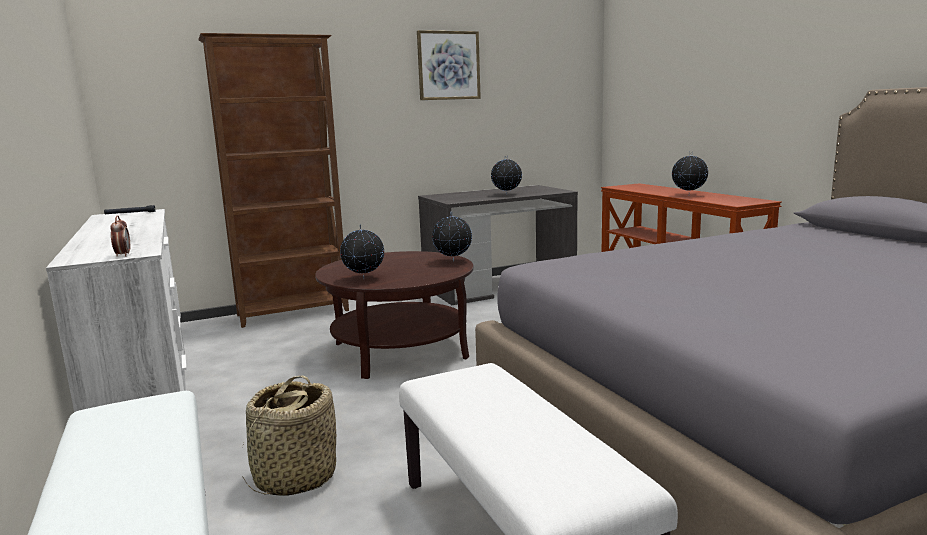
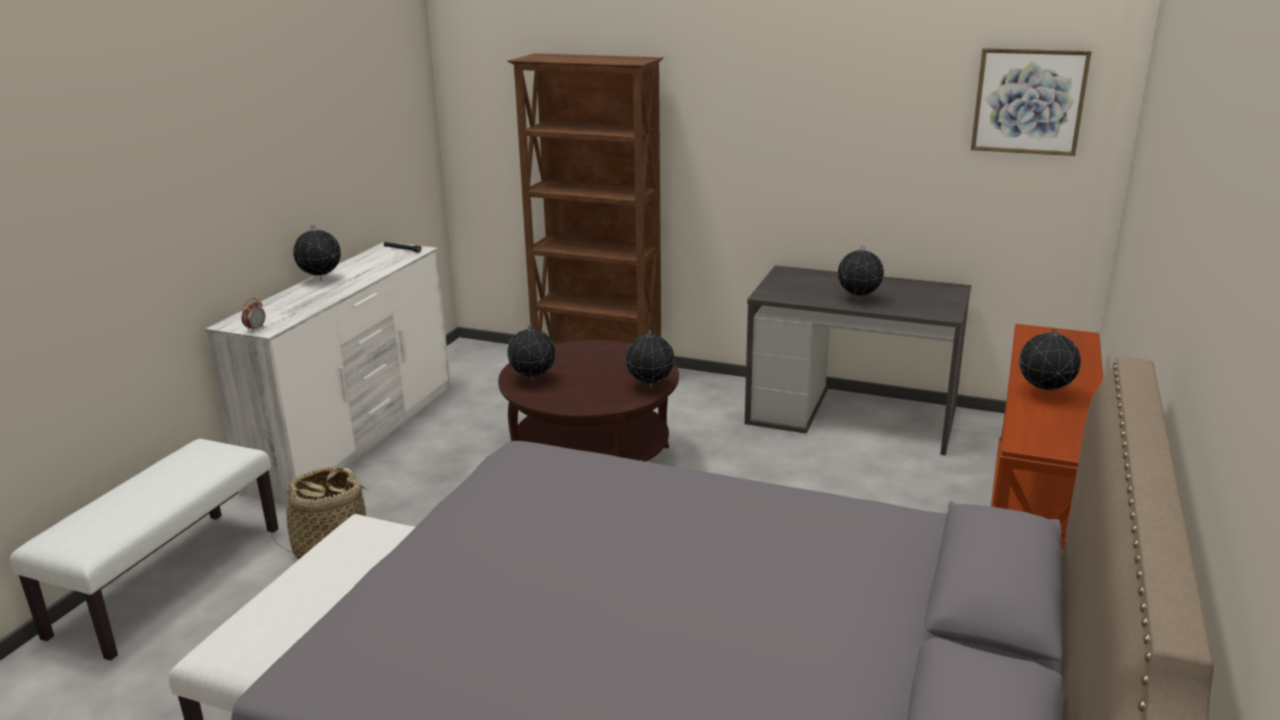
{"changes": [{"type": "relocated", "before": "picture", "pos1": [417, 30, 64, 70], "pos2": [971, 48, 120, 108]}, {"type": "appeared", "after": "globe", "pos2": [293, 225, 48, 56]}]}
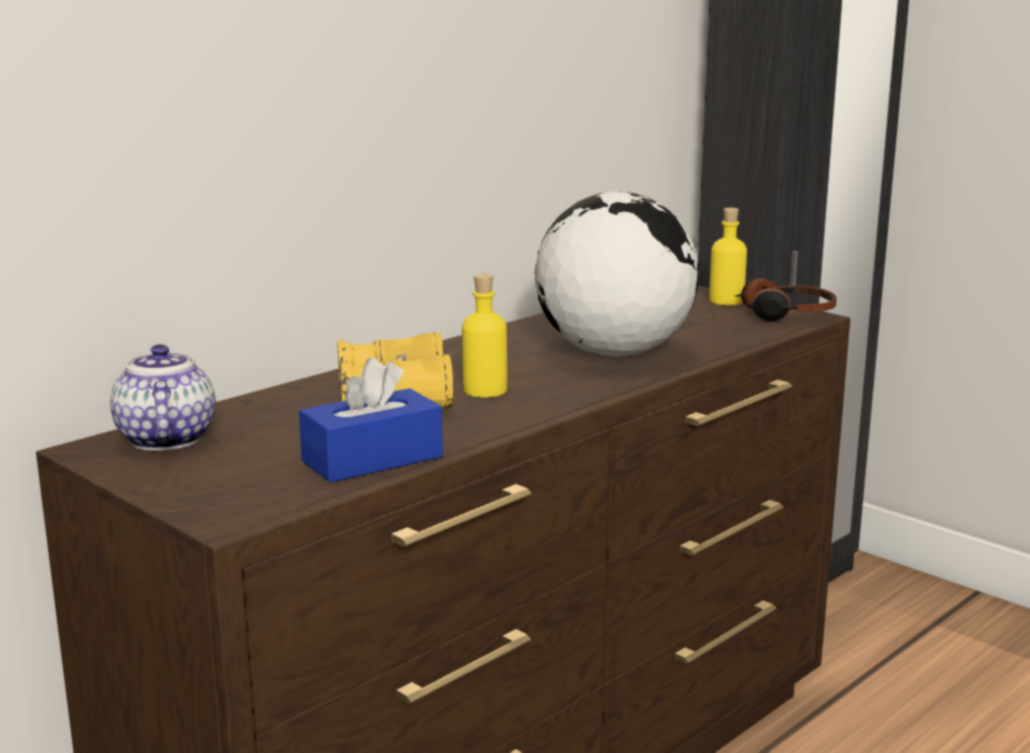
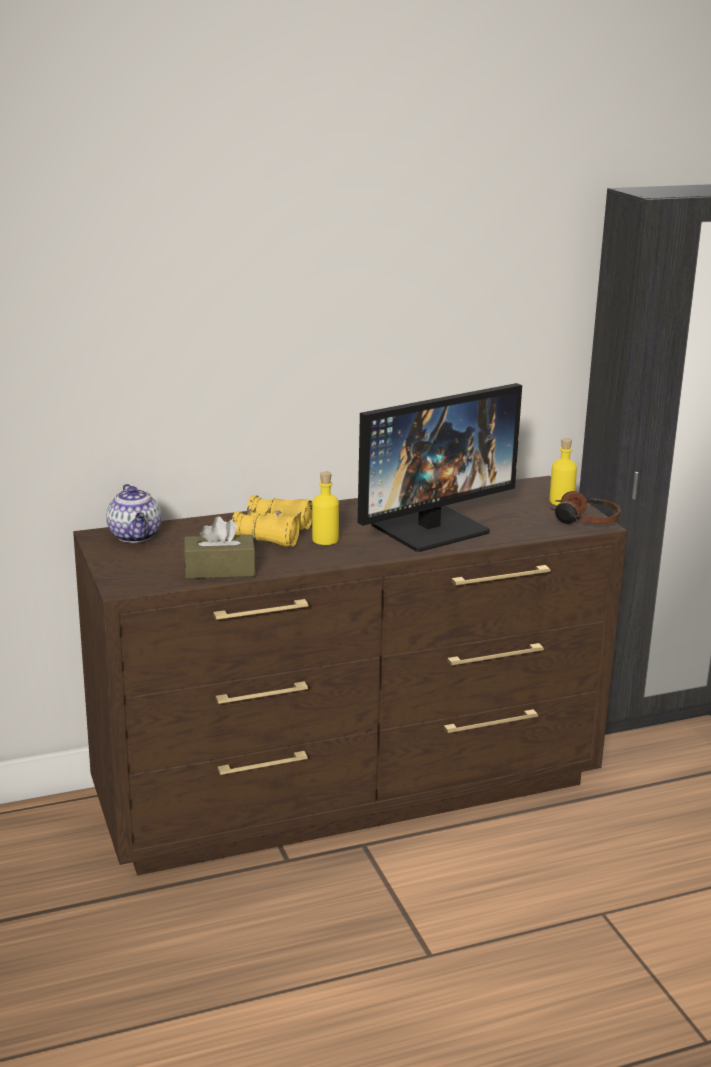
{"changes": [{"type": "exchanged", "before": "globe", "after": "monitor", "pos1": [535, 192, 164, 165], "pos2": [358, 383, 164, 169]}, {"type": "spun", "before": "teapot", "pos1": [110, 344, 106, 106], "pos2": [106, 484, 56, 59], "turn": 150}, {"type": "colour", "before": "blue tissue box", "after": "brown tissue box", "pos1": [299, 357, 144, 126], "pos2": [184, 516, 72, 63]}]}
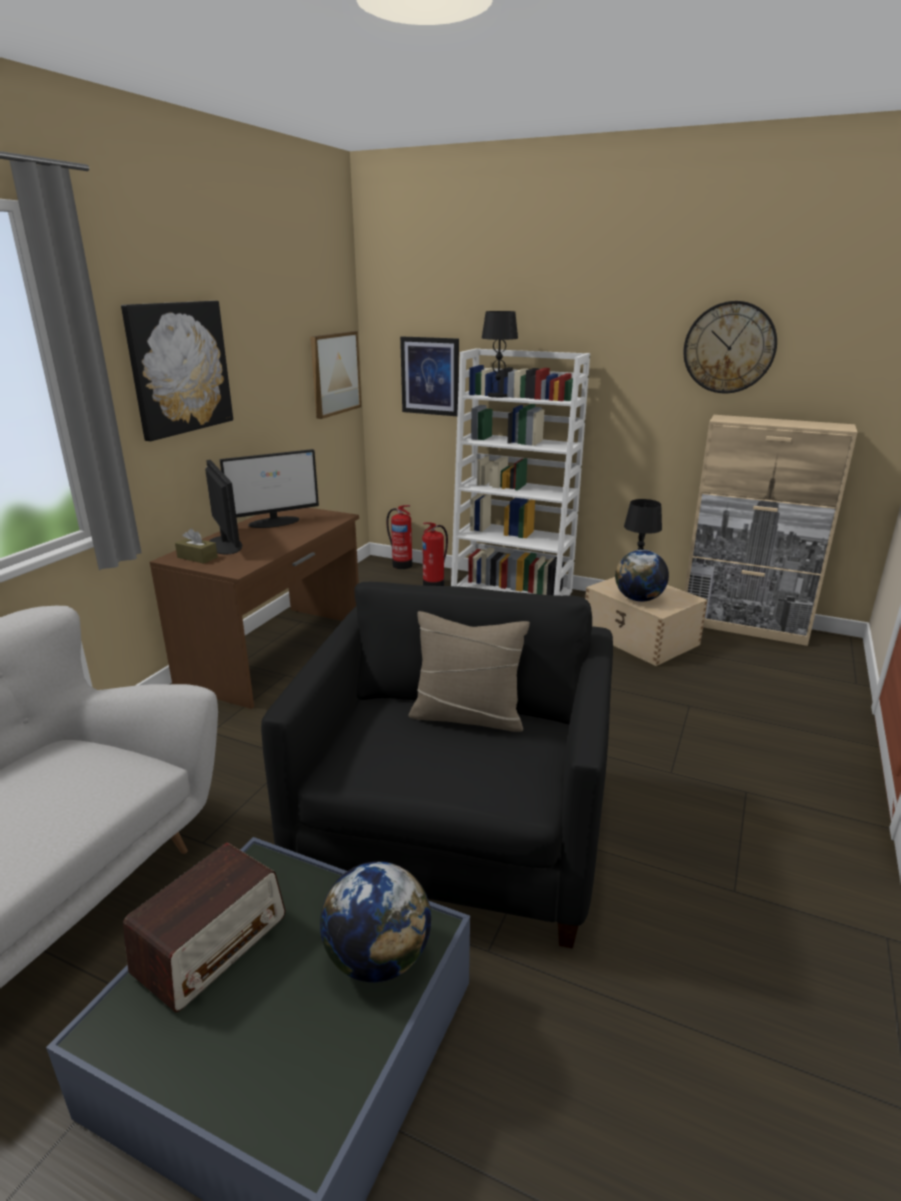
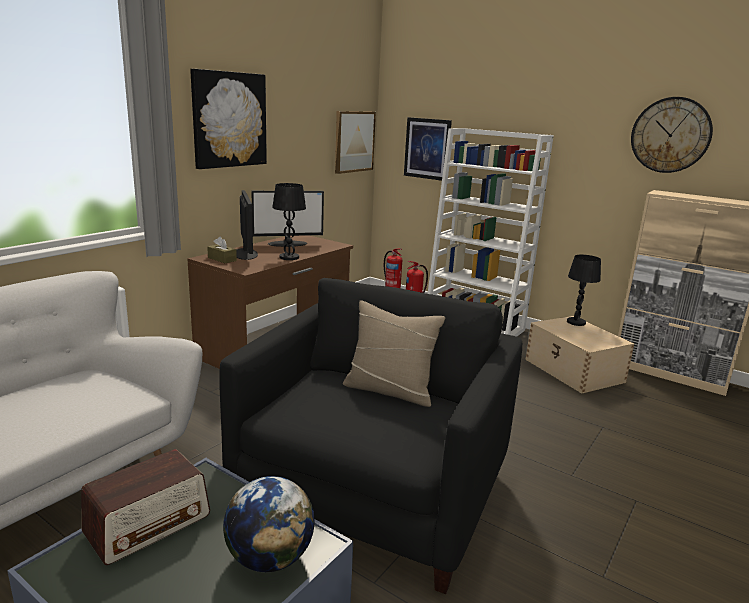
{"changes": [{"type": "relocated", "before": "black table lamp", "pos1": [482, 311, 36, 87], "pos2": [272, 183, 34, 77]}, {"type": "missing", "before": "globe", "pos1": [615, 550, 54, 52]}]}
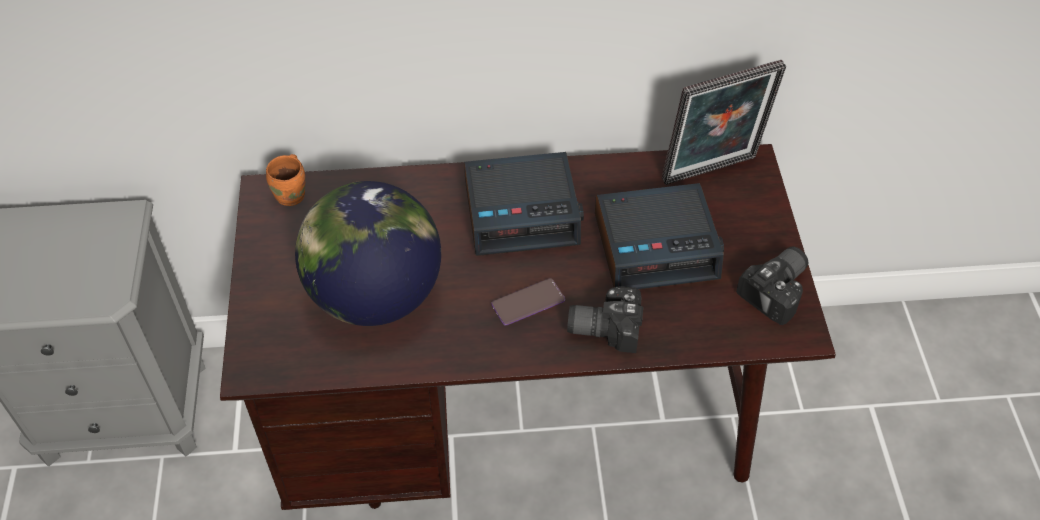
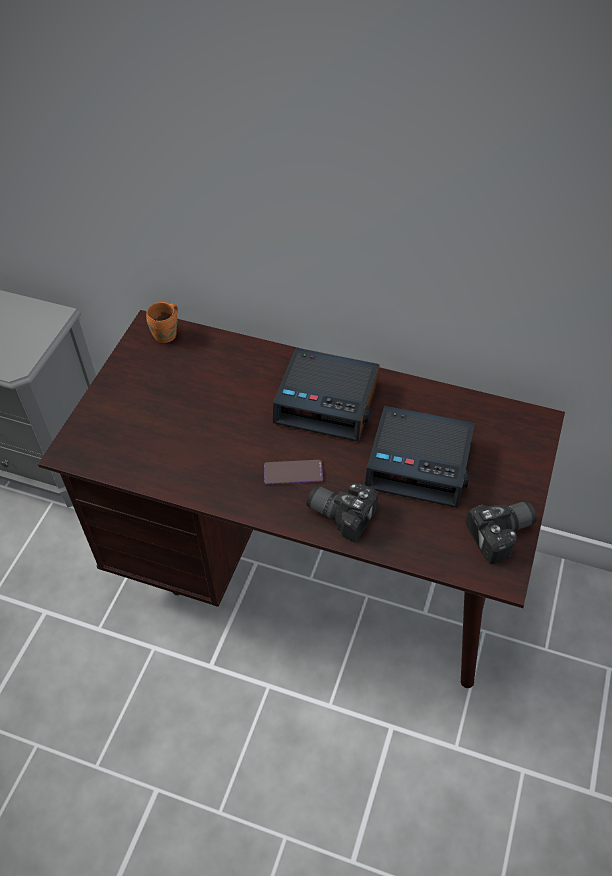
{"changes": [{"type": "missing", "before": "picture frame", "pos1": [662, 60, 124, 125]}, {"type": "missing", "before": "globe", "pos1": [295, 181, 146, 145]}]}
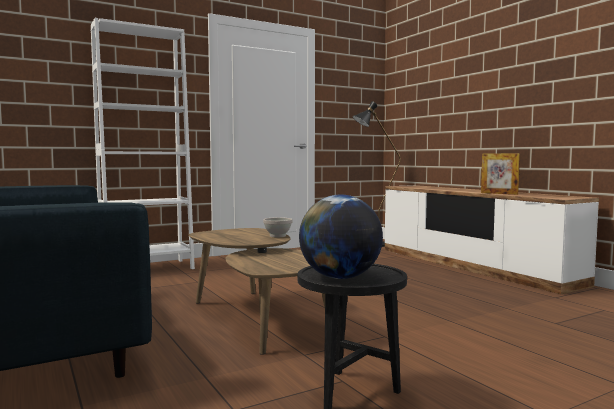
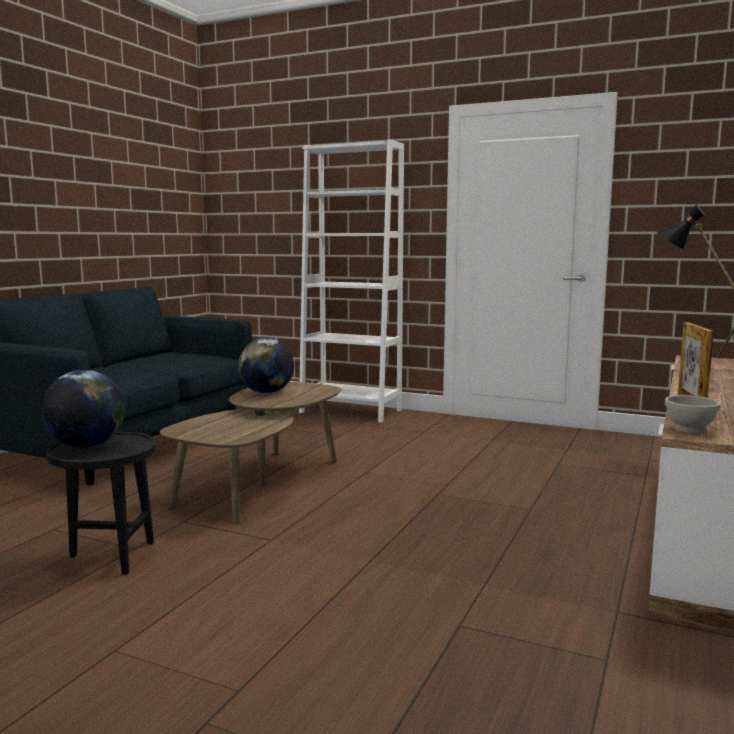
{"changes": [{"type": "relocated", "before": "white bowl", "pos1": [263, 217, 29, 20], "pos2": [665, 395, 56, 38]}, {"type": "appeared", "after": "globe", "pos2": [238, 337, 56, 56]}]}
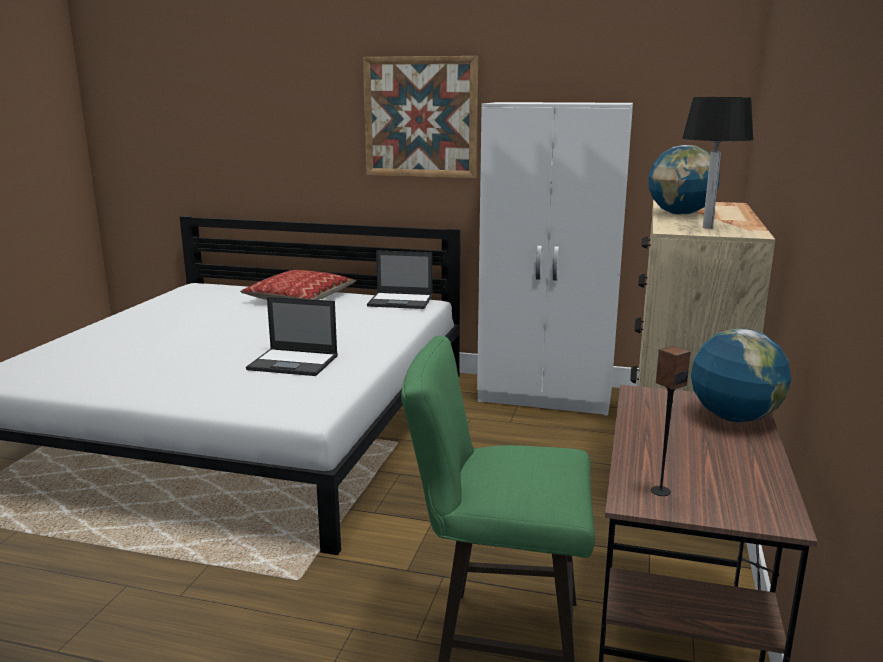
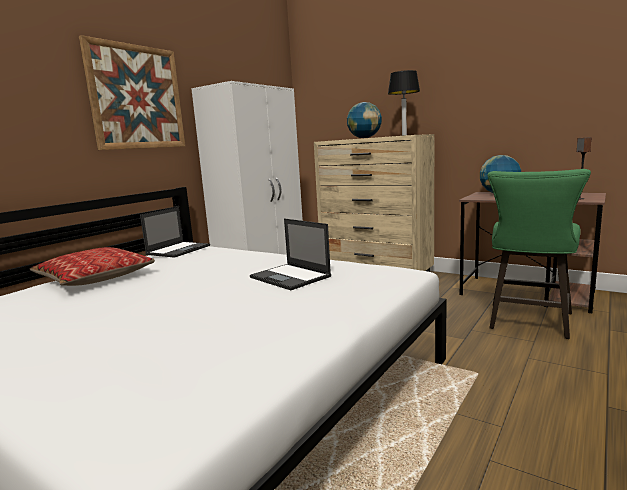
{"changes": [{"type": "spun", "before": "laptop", "pos1": [246, 297, 92, 79], "pos2": [250, 218, 81, 72], "turn": 105}]}
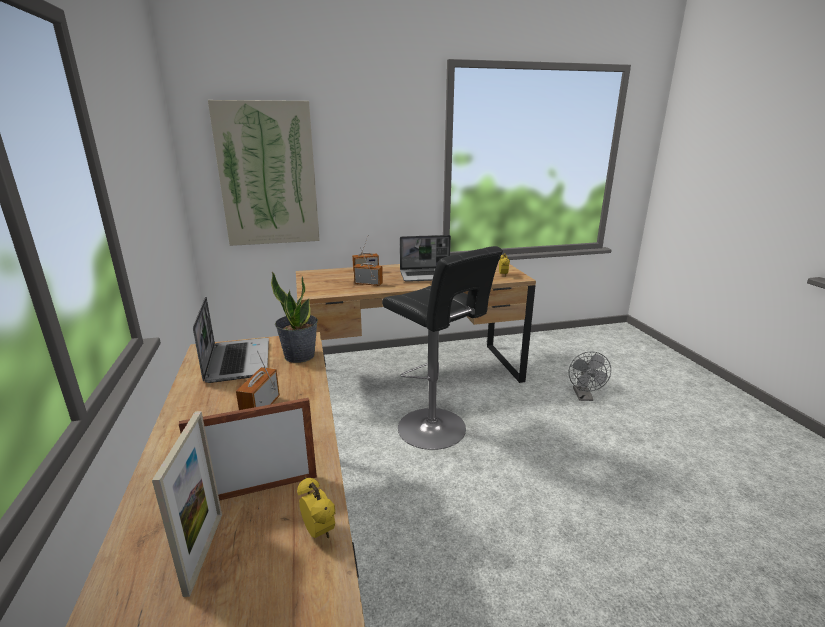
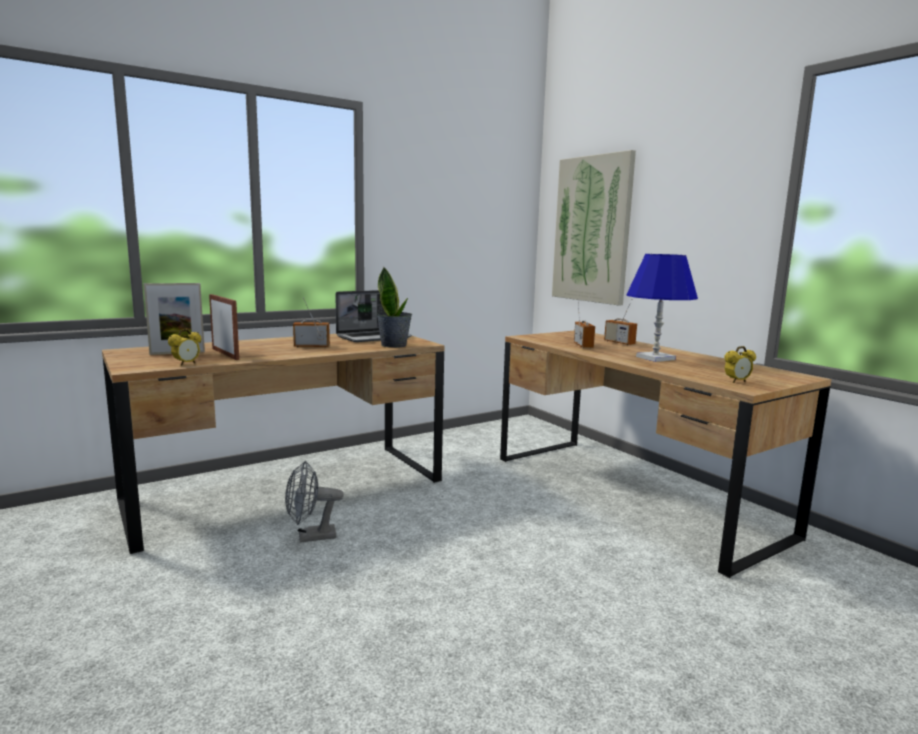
{"changes": [{"type": "exchanged", "before": "laptop", "after": "blue table lamp", "pos1": [400, 235, 51, 47], "pos2": [626, 254, 72, 108]}, {"type": "missing", "before": "black stool", "pos1": [382, 246, 121, 204]}, {"type": "relocated", "before": "grey fan", "pos1": [569, 351, 42, 50], "pos2": [285, 461, 59, 82]}]}
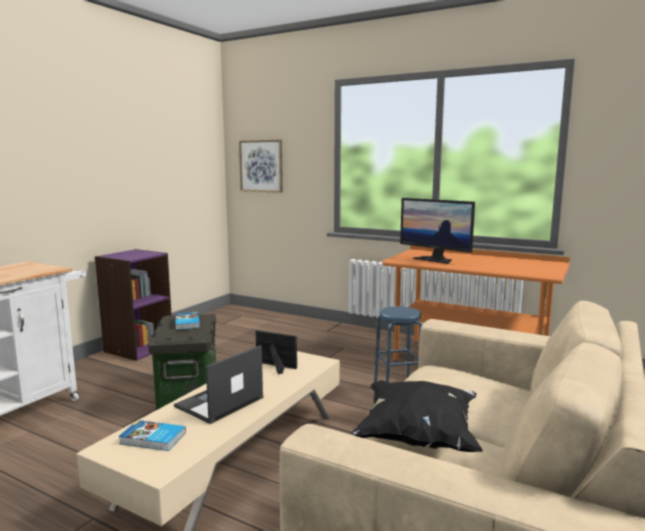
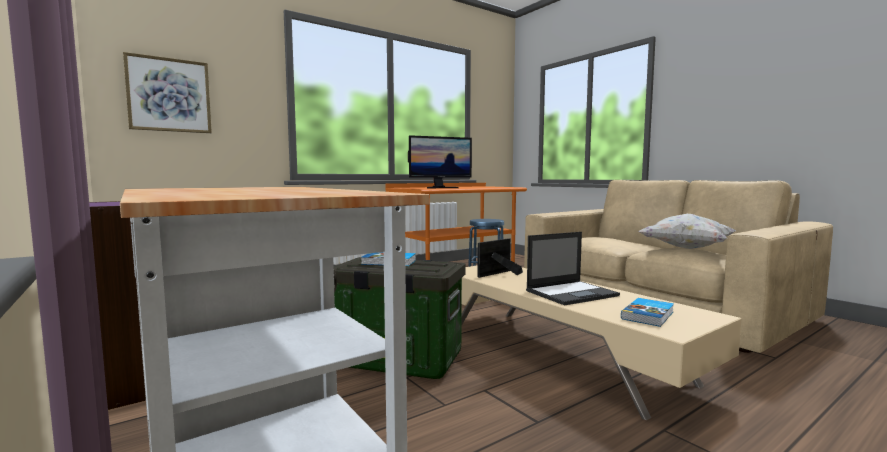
{"changes": [{"type": "spun", "before": "laptop", "pos1": [174, 345, 90, 79], "pos2": [526, 232, 94, 73], "turn": -90}, {"type": "colour", "before": "black pillow", "after": "white pillow", "pos1": [351, 380, 132, 72], "pos2": [638, 214, 98, 35]}]}
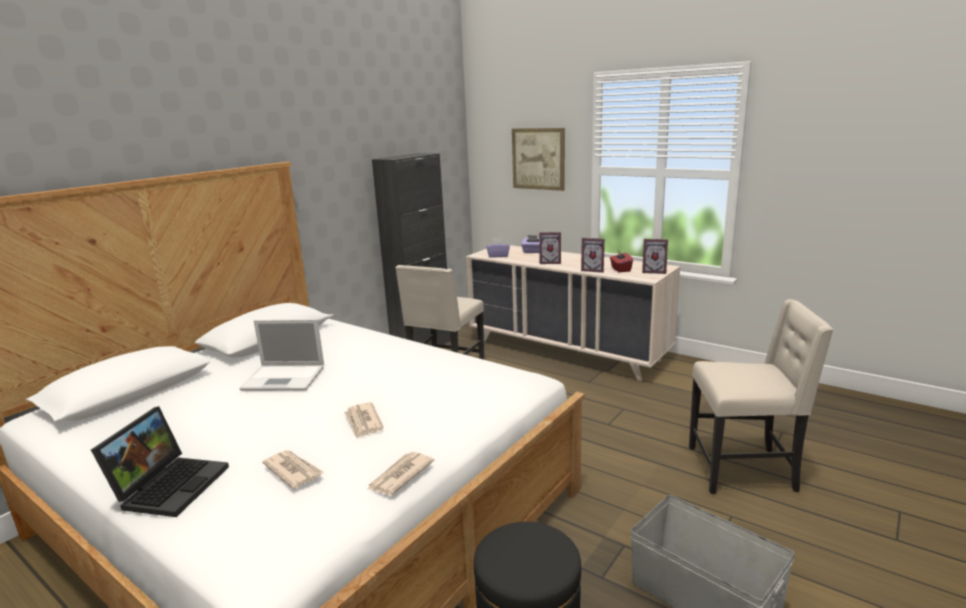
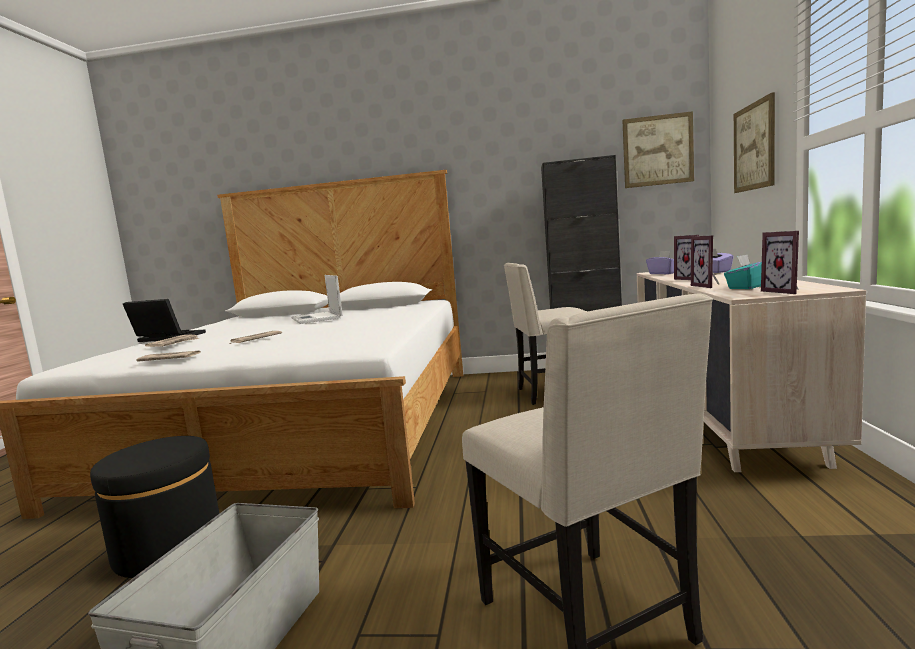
{"changes": [{"type": "colour", "before": "red tissue box", "after": "turquoise tissue box", "pos1": [610, 250, 23, 22], "pos2": [724, 255, 38, 34]}, {"type": "spun", "before": "laptop", "pos1": [91, 406, 138, 111], "pos2": [123, 299, 83, 43], "turn": -150}, {"type": "appeared", "after": "picture", "pos2": [622, 111, 72, 77]}]}
